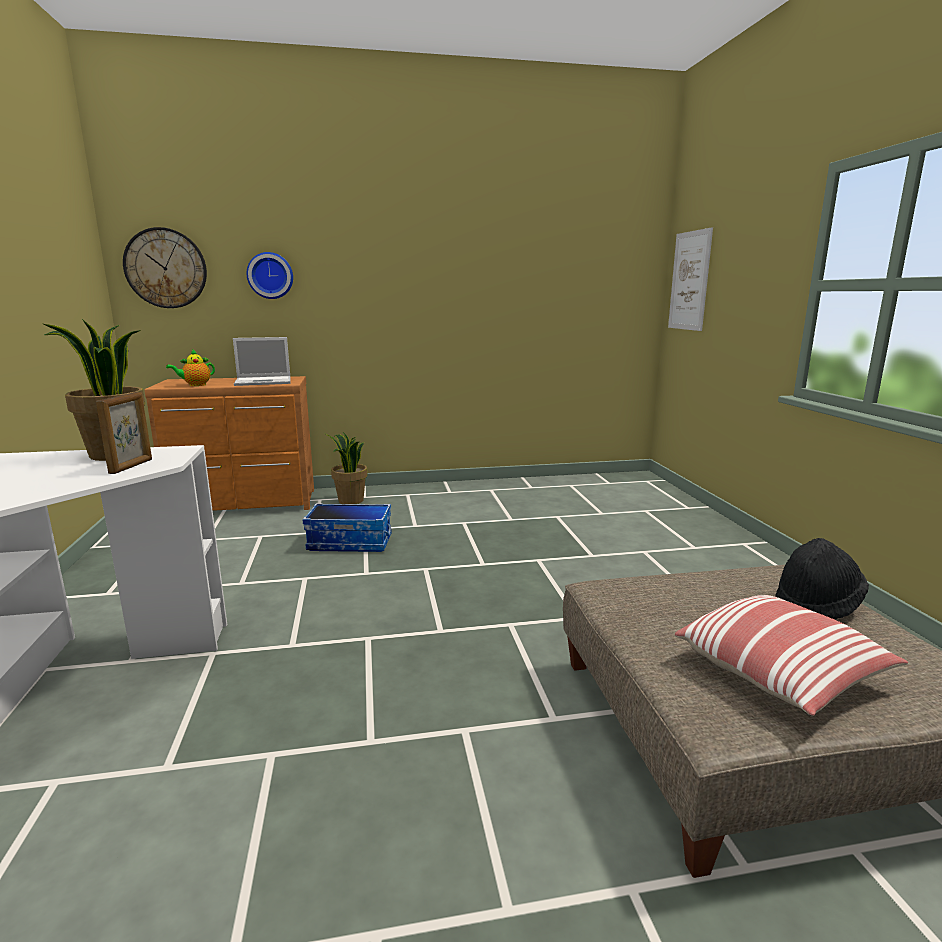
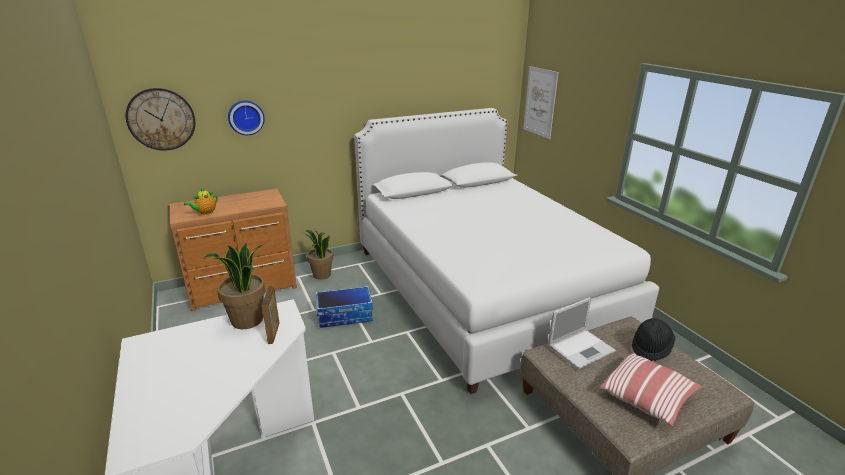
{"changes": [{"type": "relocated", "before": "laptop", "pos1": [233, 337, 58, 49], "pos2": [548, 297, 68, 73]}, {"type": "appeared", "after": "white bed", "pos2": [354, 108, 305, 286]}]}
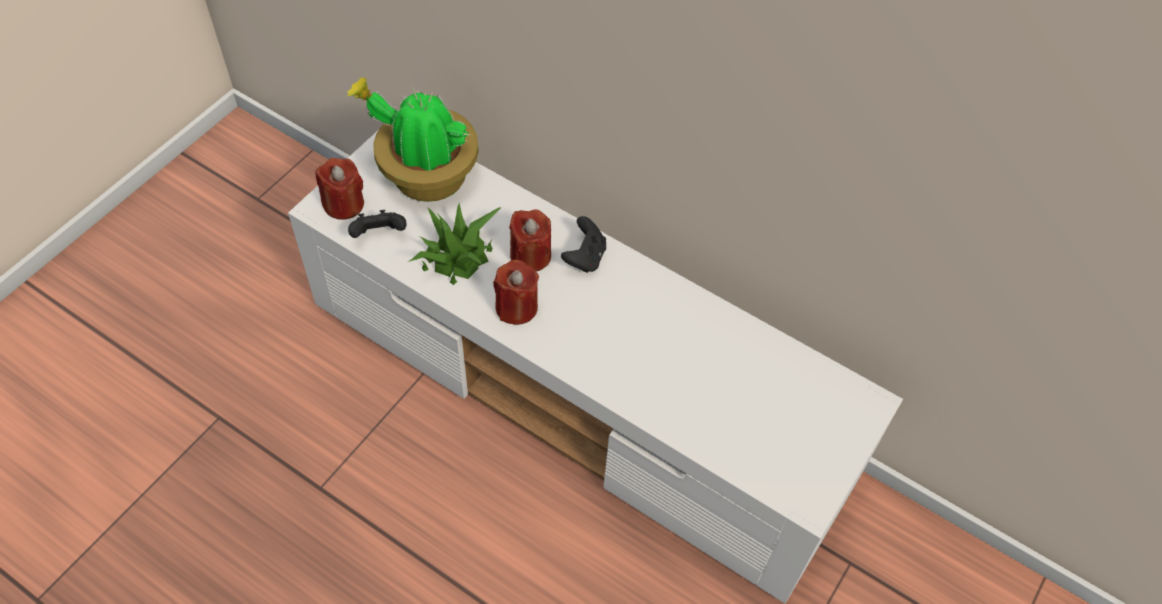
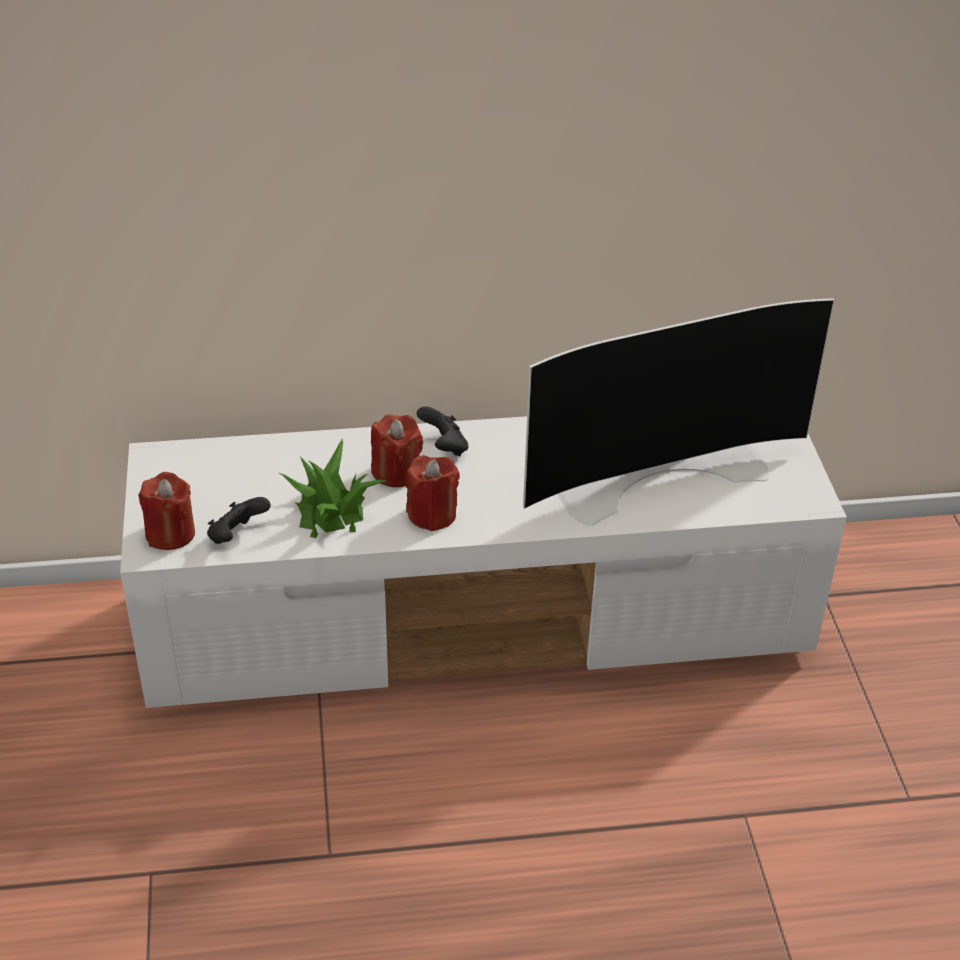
{"changes": [{"type": "missing", "before": "potted plant", "pos1": [347, 78, 132, 124]}, {"type": "appeared", "after": "television", "pos2": [523, 298, 311, 228]}]}
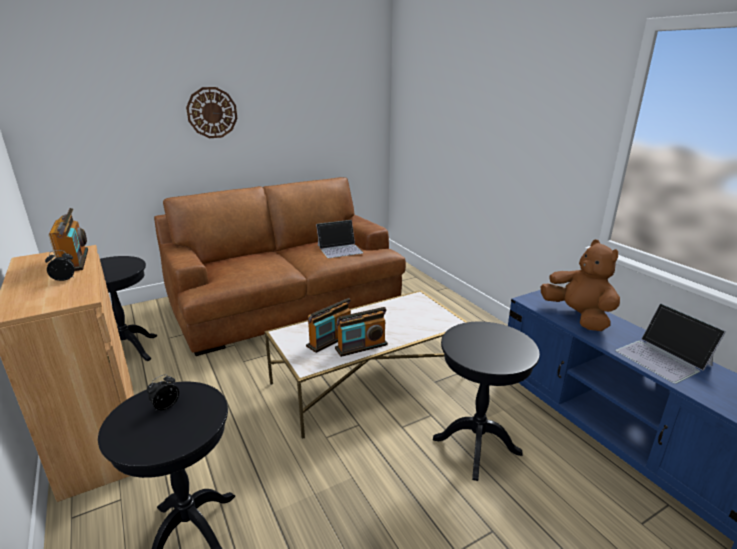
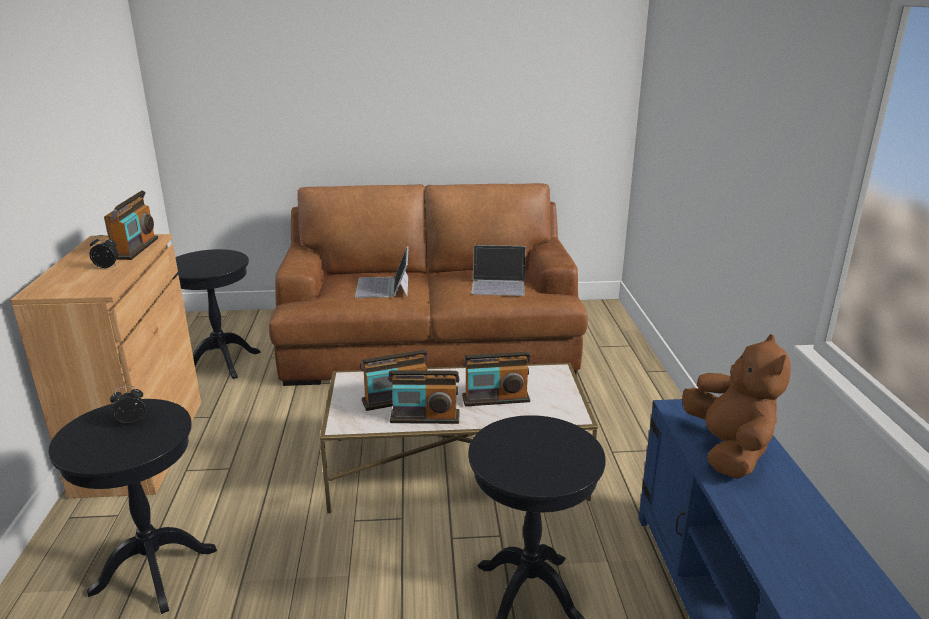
{"changes": [{"type": "missing", "before": "wall clock", "pos1": [186, 87, 51, 51]}, {"type": "relocated", "before": "laptop", "pos1": [615, 303, 111, 81], "pos2": [355, 246, 54, 52]}, {"type": "appeared", "after": "radio", "pos2": [462, 351, 69, 56]}]}
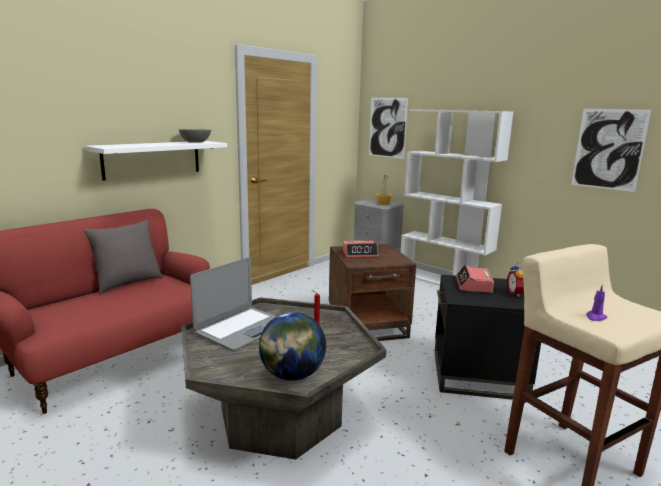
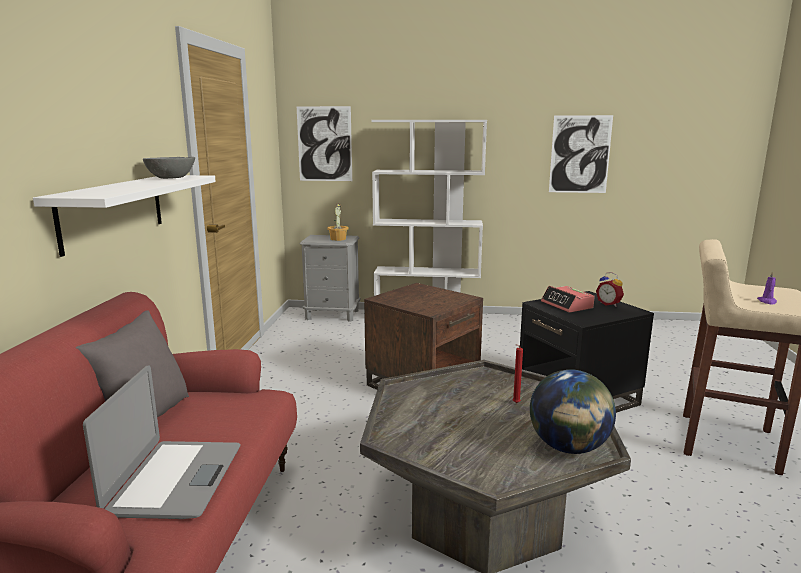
{"changes": [{"type": "missing", "before": "alarm clock", "pos1": [343, 241, 35, 17]}, {"type": "relocated", "before": "laptop", "pos1": [190, 257, 86, 94], "pos2": [83, 366, 157, 153]}]}
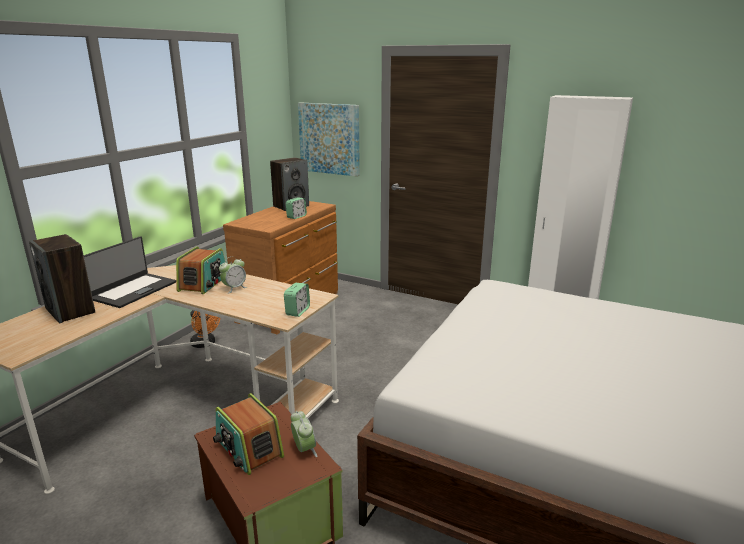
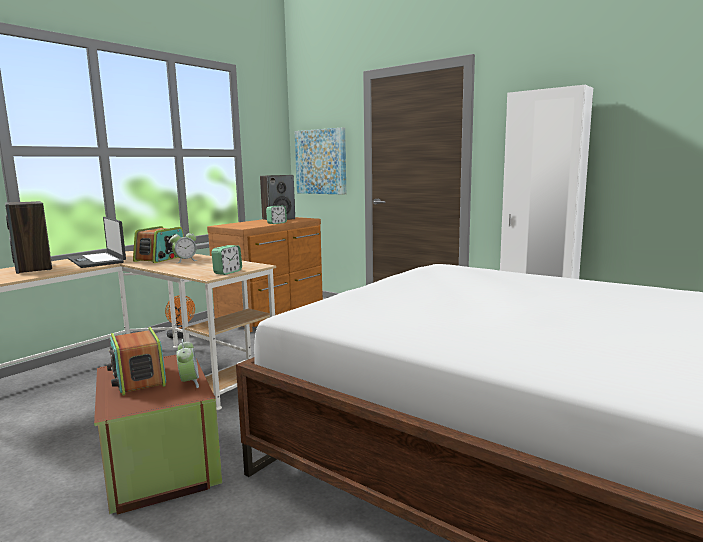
{"changes": [{"type": "spun", "before": "laptop", "pos1": [84, 237, 92, 71], "pos2": [67, 217, 59, 51], "turn": 105}]}
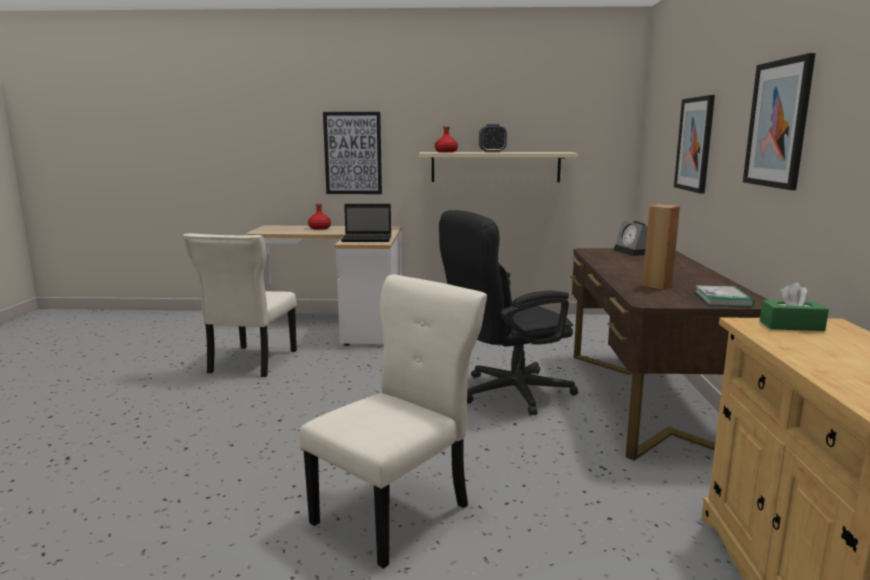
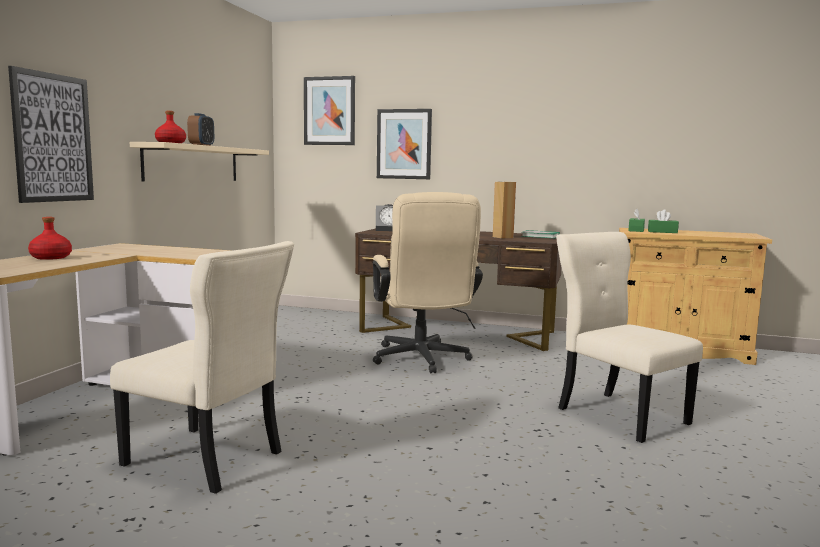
{"changes": [{"type": "relocated", "before": "picture", "pos1": [743, 53, 73, 137], "pos2": [304, 76, 51, 69]}, {"type": "missing", "before": "laptop", "pos1": [341, 204, 50, 38]}, {"type": "colour", "before": "black office chair", "after": "beige office chair", "pos1": [439, 210, 139, 205], "pos2": [373, 192, 110, 181]}, {"type": "appeared", "after": "green tissue box", "pos2": [648, 209, 31, 24]}]}
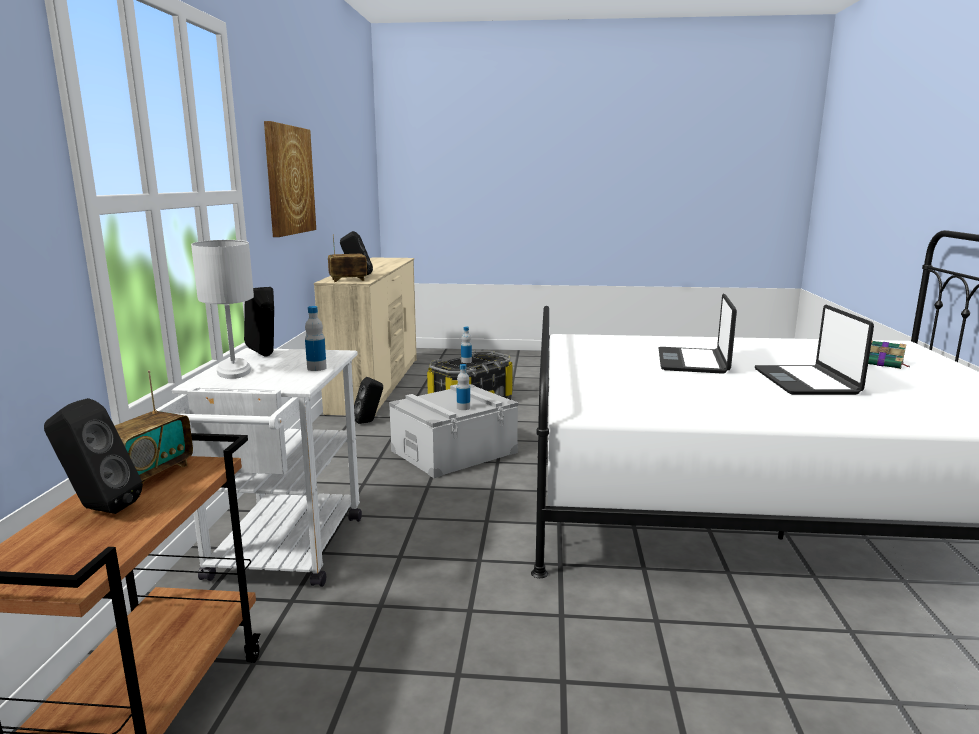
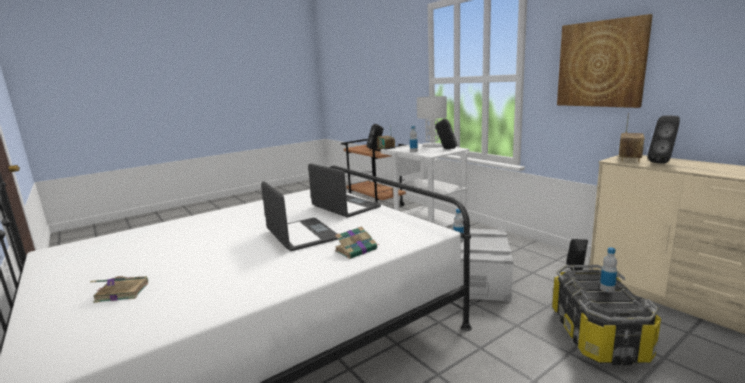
{"changes": [{"type": "relocated", "before": "laptop", "pos1": [755, 305, 119, 90], "pos2": [308, 163, 73, 55]}, {"type": "appeared", "after": "book", "pos2": [335, 226, 44, 33]}]}
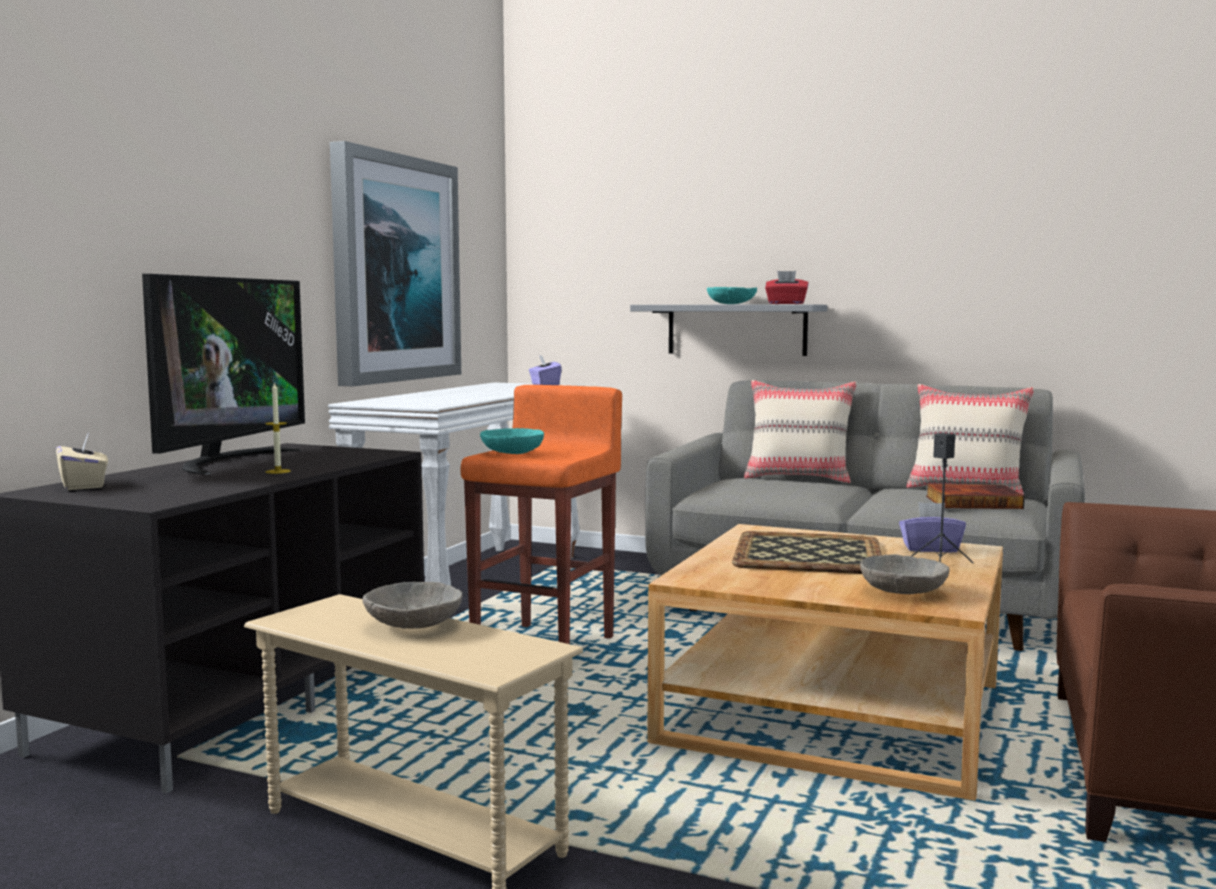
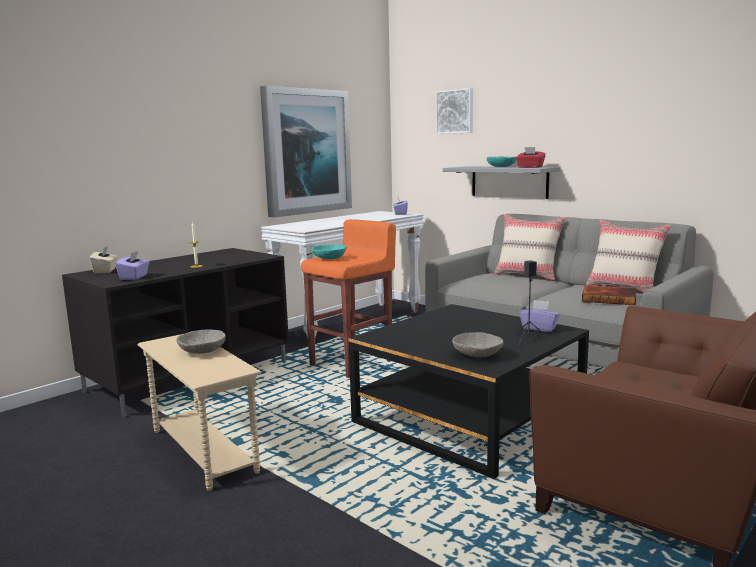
{"changes": [{"type": "missing", "before": "television", "pos1": [142, 274, 163, 201]}, {"type": "colour", "before": "beige coffee table", "after": "black coffee table", "pos1": [647, 524, 356, 277], "pos2": [349, 304, 240, 175]}, {"type": "missing", "before": "tray", "pos1": [732, 531, 150, 43]}, {"type": "appeared", "after": "picture", "pos2": [436, 88, 37, 46]}, {"type": "appeared", "after": "purple tissue box", "pos2": [115, 251, 34, 29]}]}
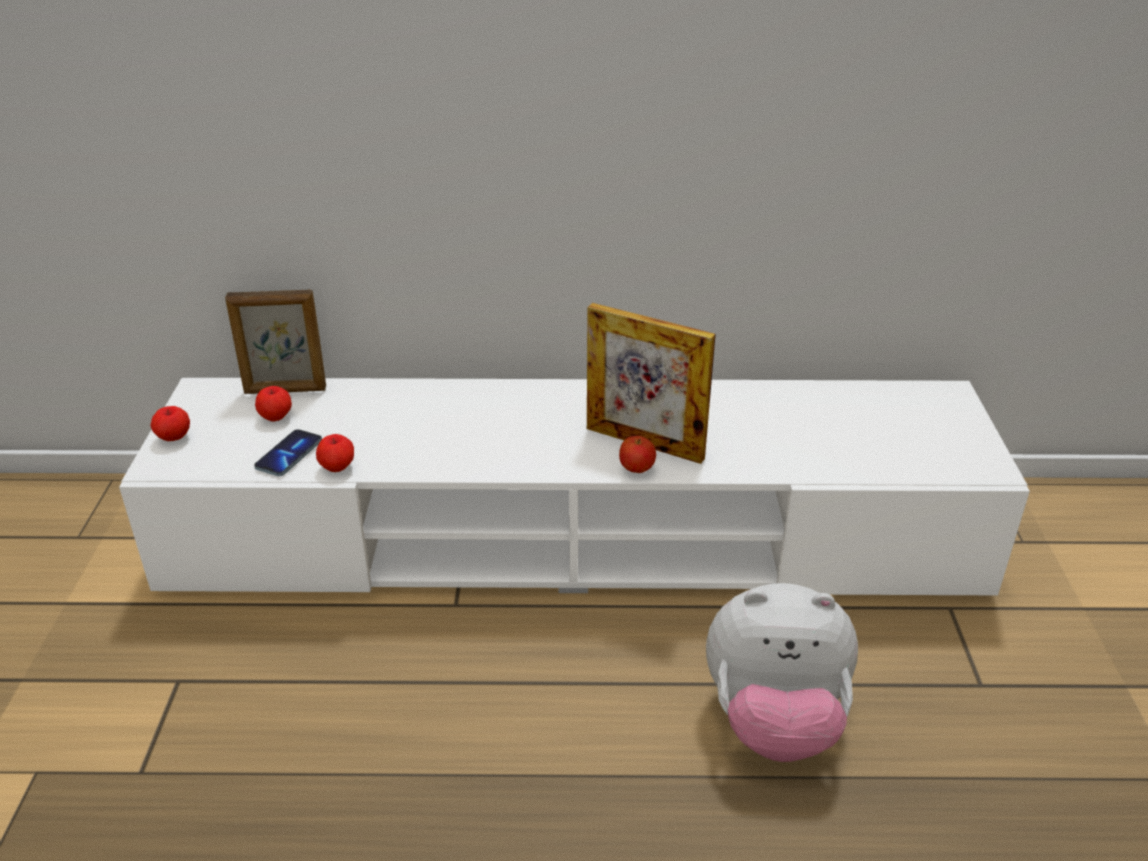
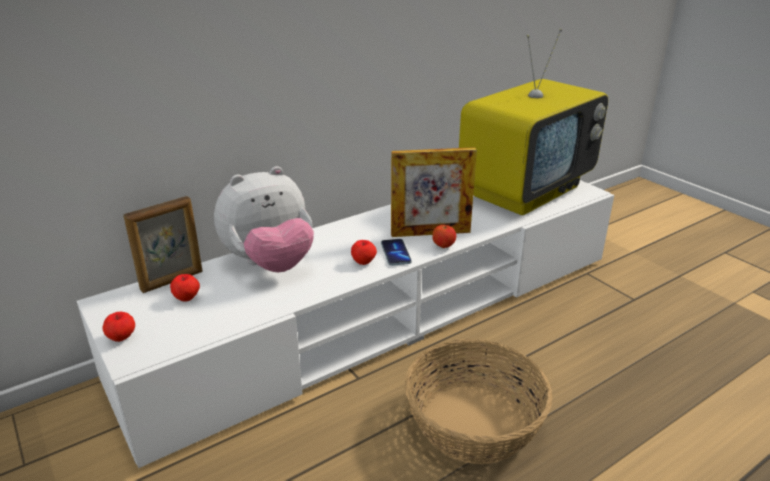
{"changes": [{"type": "relocated", "before": "phone", "pos1": [254, 429, 68, 47], "pos2": [381, 239, 30, 27]}, {"type": "relocated", "before": "apple", "pos1": [316, 434, 38, 38], "pos2": [351, 240, 26, 25]}, {"type": "relocated", "before": "plush toy", "pos1": [706, 583, 152, 179], "pos2": [214, 166, 100, 107]}, {"type": "appeared", "after": "television", "pos2": [459, 28, 149, 187]}, {"type": "appeared", "after": "basket", "pos2": [405, 339, 148, 125]}]}
